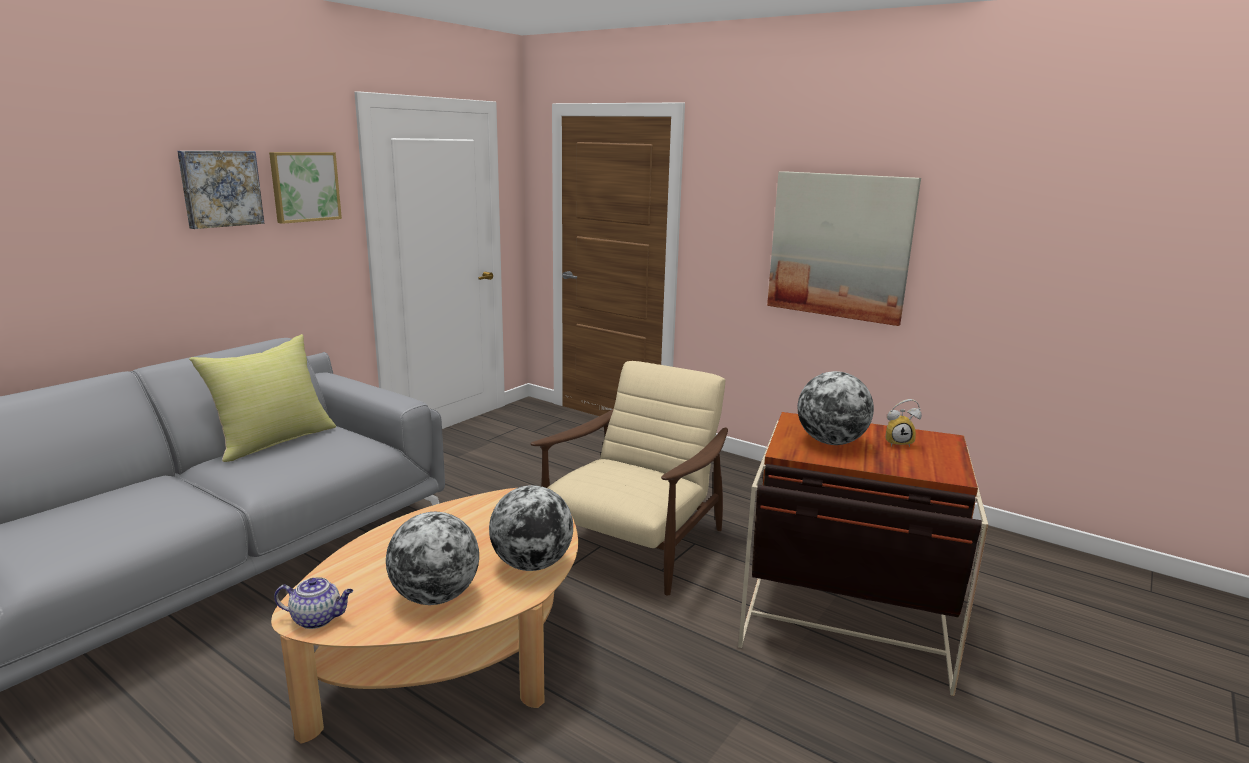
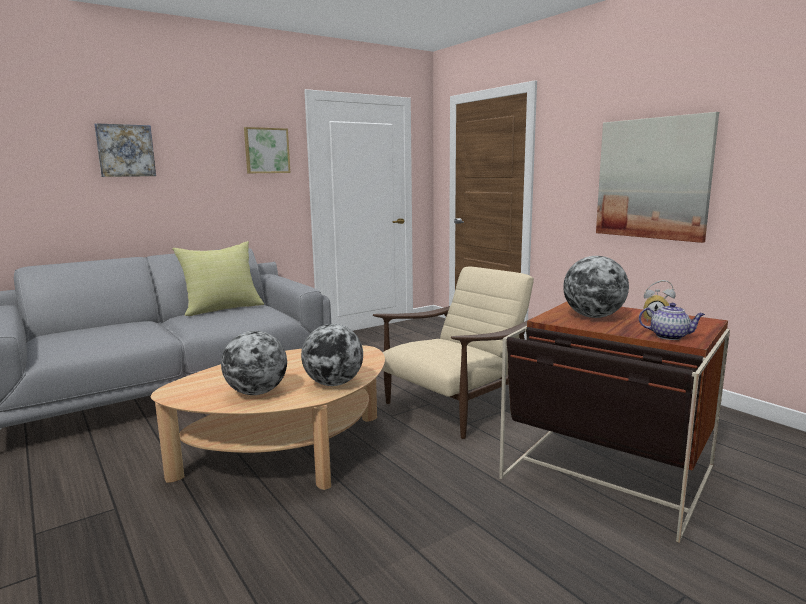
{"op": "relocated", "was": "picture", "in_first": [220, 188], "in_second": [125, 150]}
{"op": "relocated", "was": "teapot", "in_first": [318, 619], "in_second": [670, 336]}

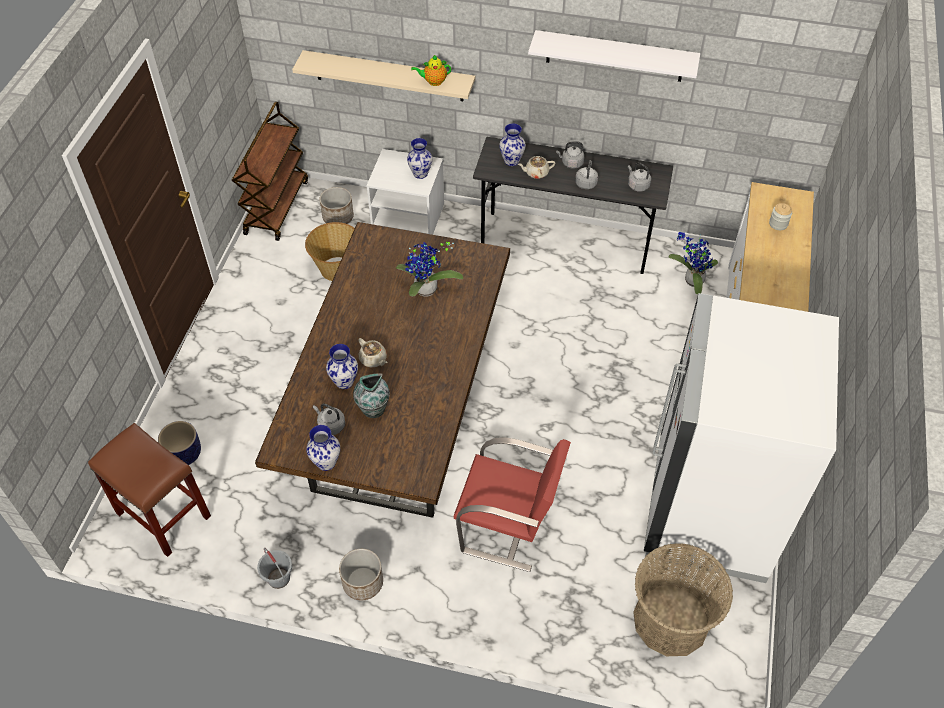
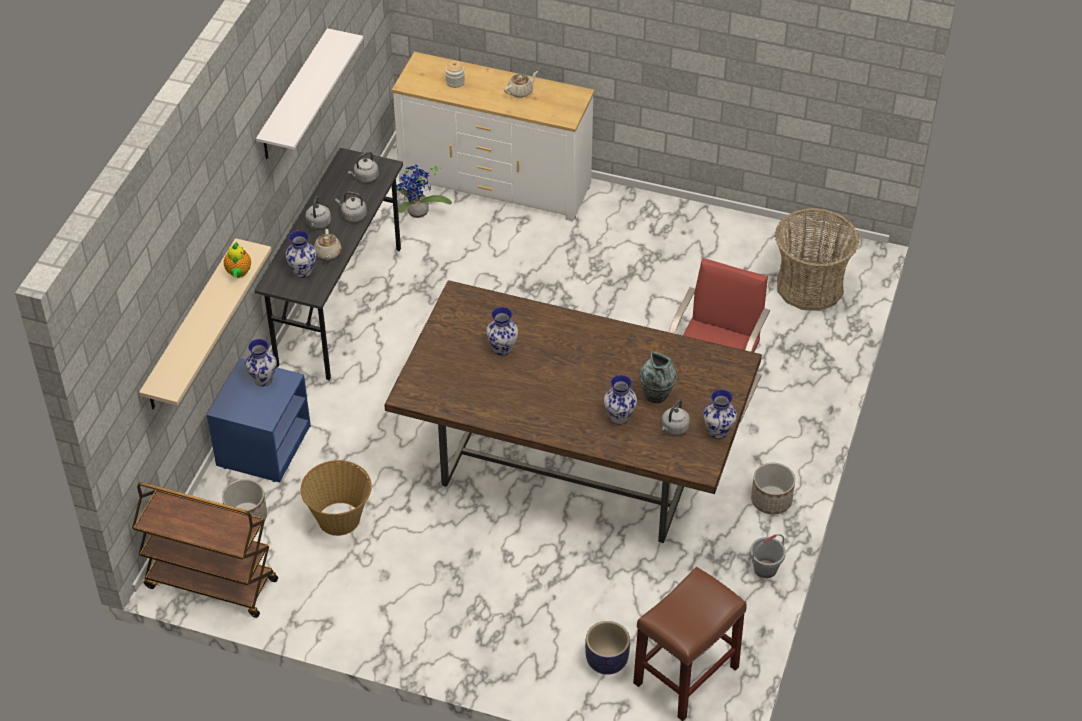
{"op": "relocated", "was": "teapot in beige", "in_first": [373, 359], "in_second": [520, 91]}
{"op": "colour", "was": "nightstand in white", "now": "nightstand in blue", "in_first": [409, 217], "in_second": [263, 445]}
{"op": "exchanged", "was": "potted plant", "now": "vase", "in_first": [426, 291], "in_second": [503, 349]}
{"op": "missing", "was": "fridge in white", "in_first": [709, 509]}

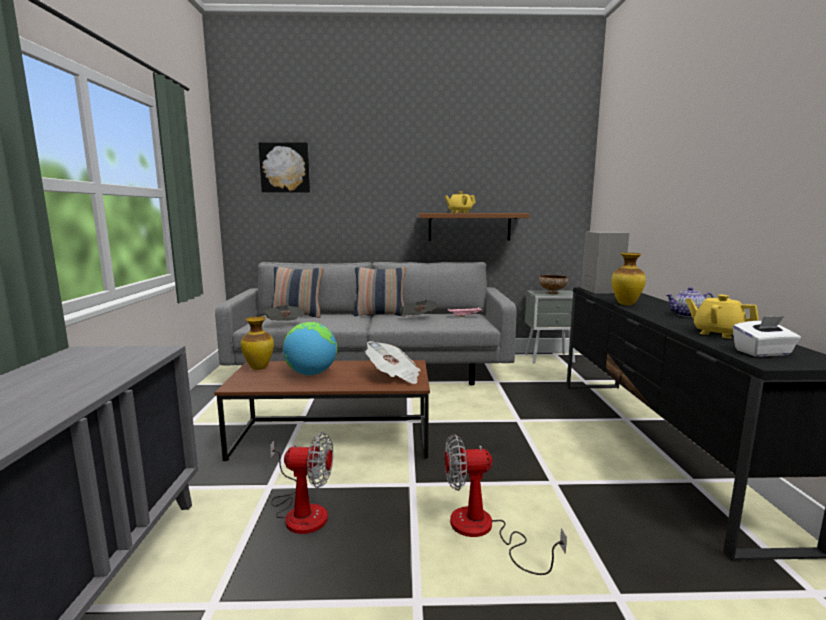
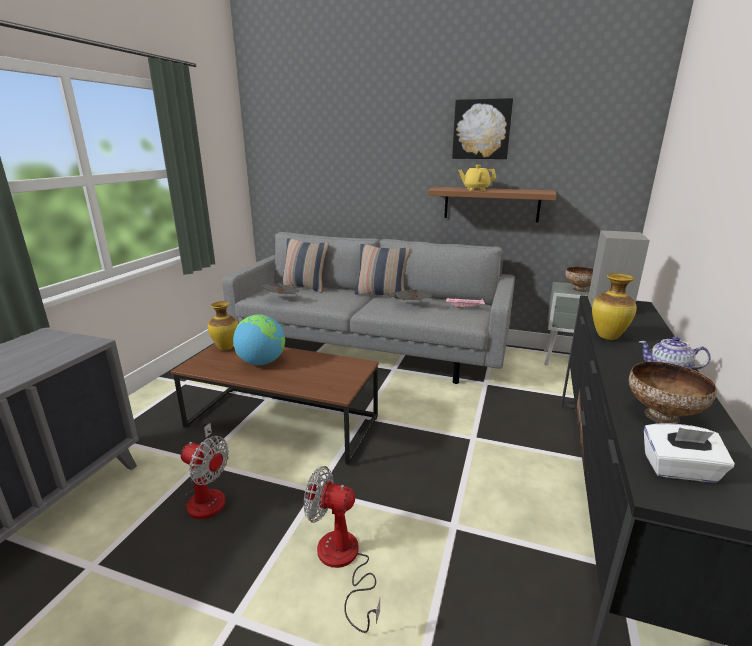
{"op": "relocated", "was": "picture", "in_first": [285, 168], "in_second": [481, 129]}
{"op": "missing", "was": "newspaper", "in_first": [394, 376]}
{"op": "exchanged", "was": "teapot in yellow", "now": "bowl", "in_first": [717, 333], "in_second": [663, 416]}

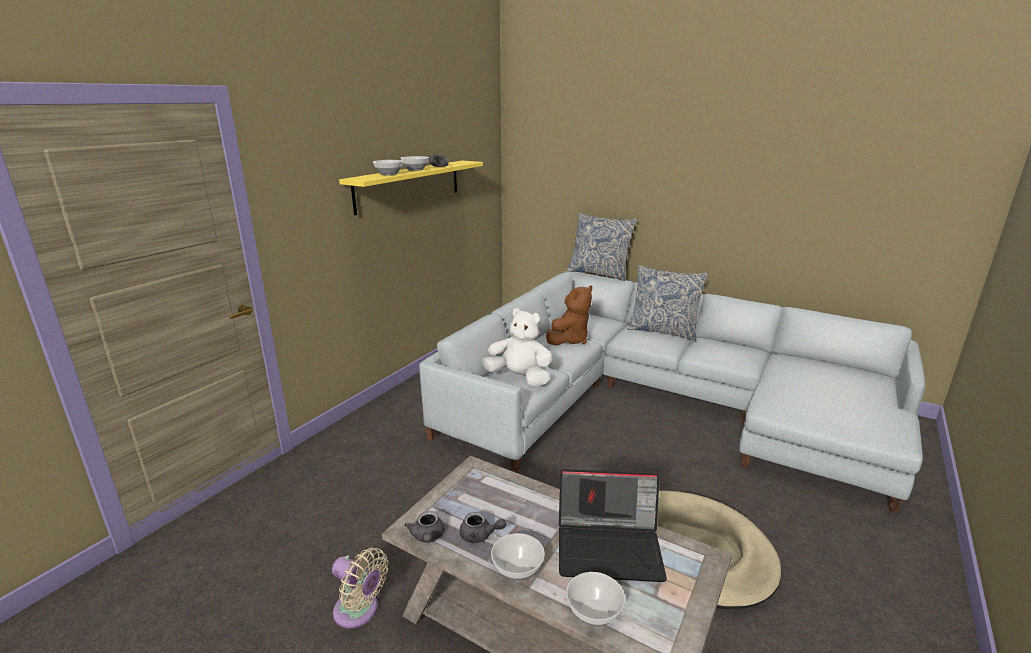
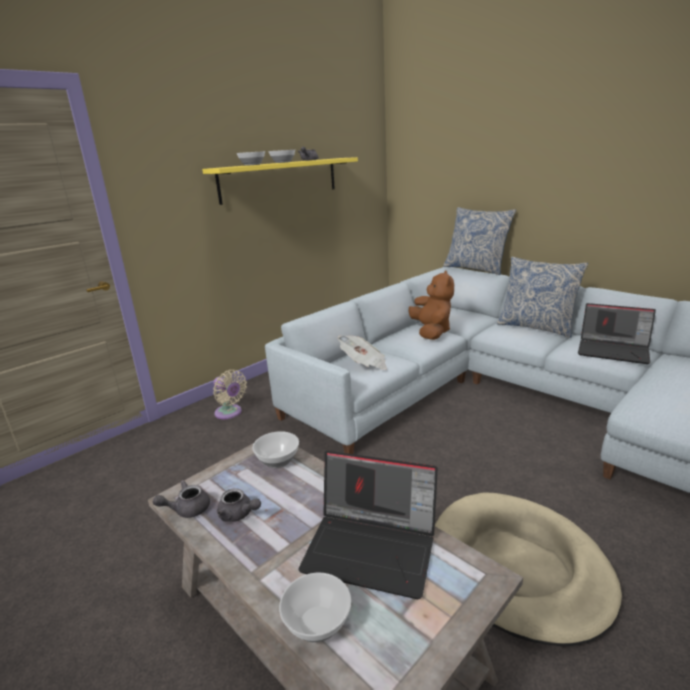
{"op": "relocated", "was": "fan in beige", "in_first": [359, 611], "in_second": [230, 413]}
{"op": "spun", "was": "teapot in grey", "in_first": [427, 537], "in_second": [187, 509], "clockwise": 60}
{"op": "exchanged", "was": "plush toy in white", "now": "newspaper", "in_first": [519, 378], "in_second": [364, 364]}
{"op": "relocated", "was": "bowl", "in_first": [517, 570], "in_second": [277, 460]}
{"op": "spun", "was": "plush toy in brown", "in_first": [569, 340], "in_second": [431, 332], "clockwise": -60}
{"op": "appeared", "now": "laptop", "in_second": [614, 350]}

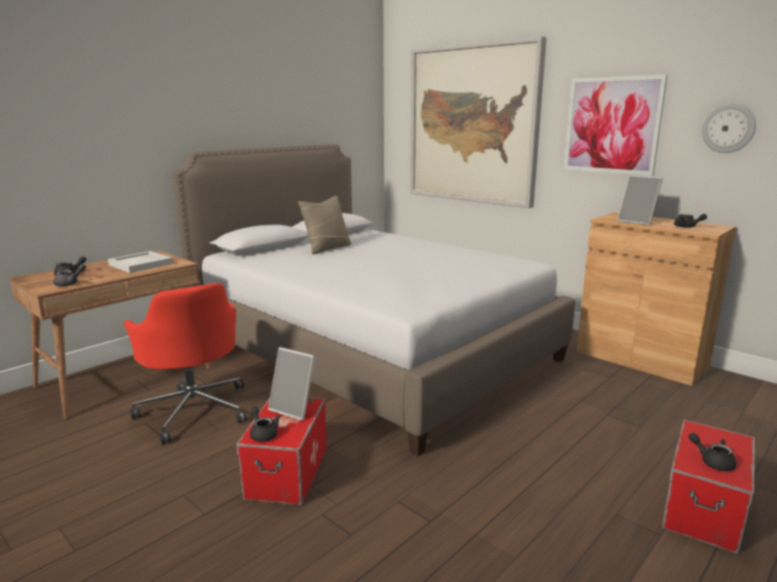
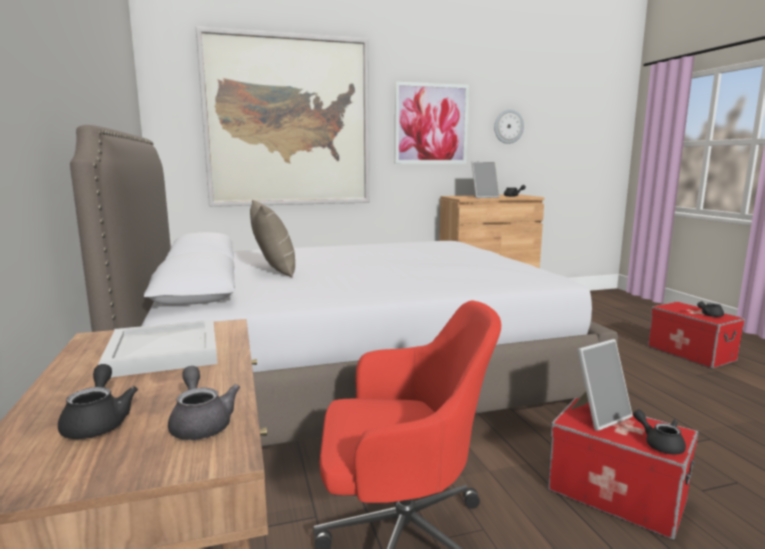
{"op": "spun", "was": "teapot in black", "in_first": [263, 433], "in_second": [659, 444], "clockwise": 60}

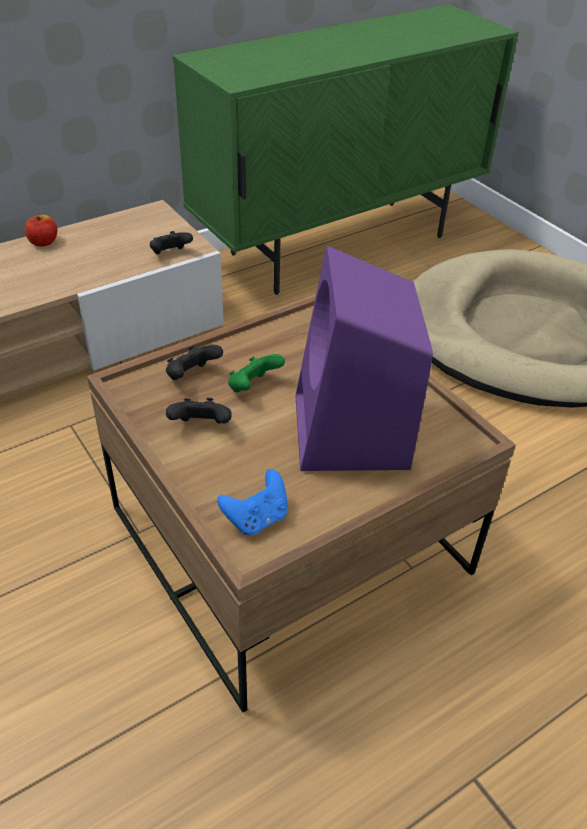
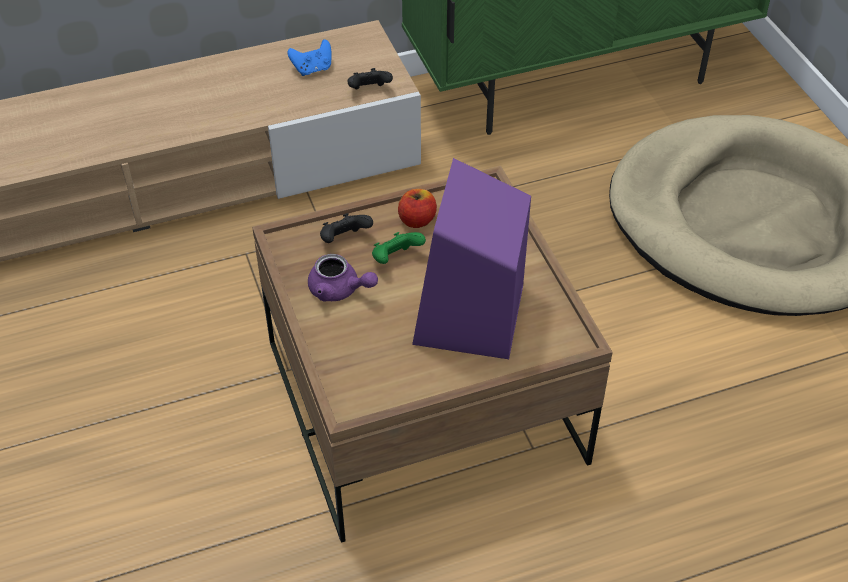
{"op": "relocated", "was": "apple", "in_first": [43, 242], "in_second": [417, 220]}
{"op": "exchanged", "was": "game controller in black", "now": "teapot in purple", "in_first": [201, 427], "in_second": [339, 290]}
{"op": "relocated", "was": "game controller in blue", "in_first": [257, 518], "in_second": [312, 69]}

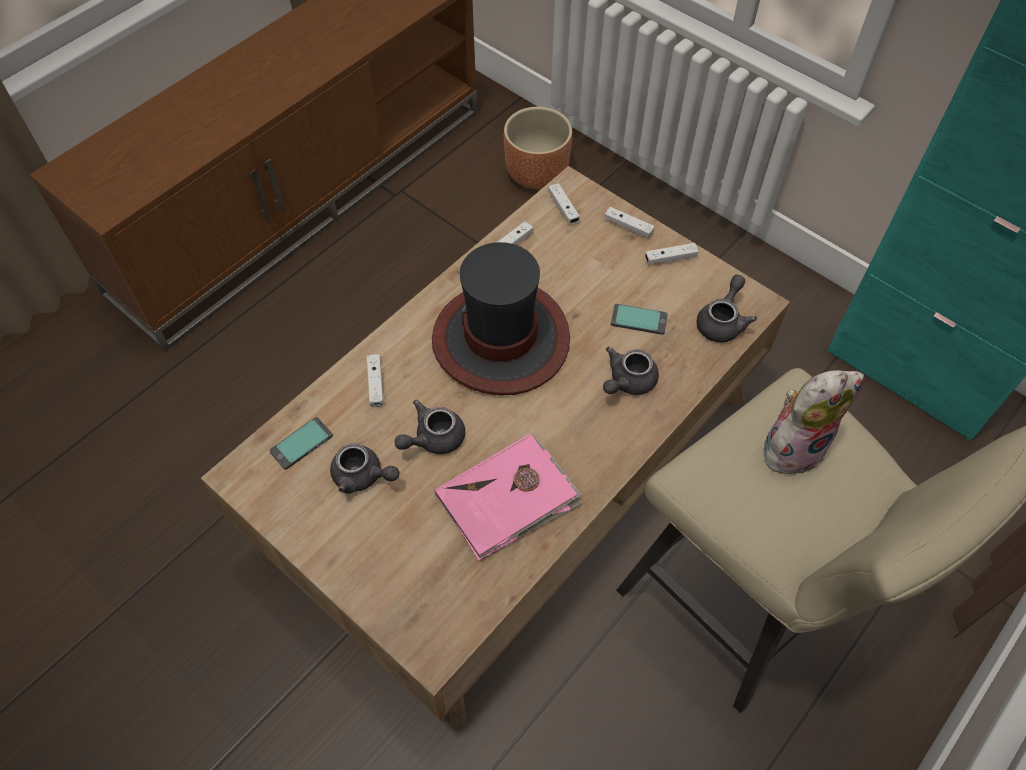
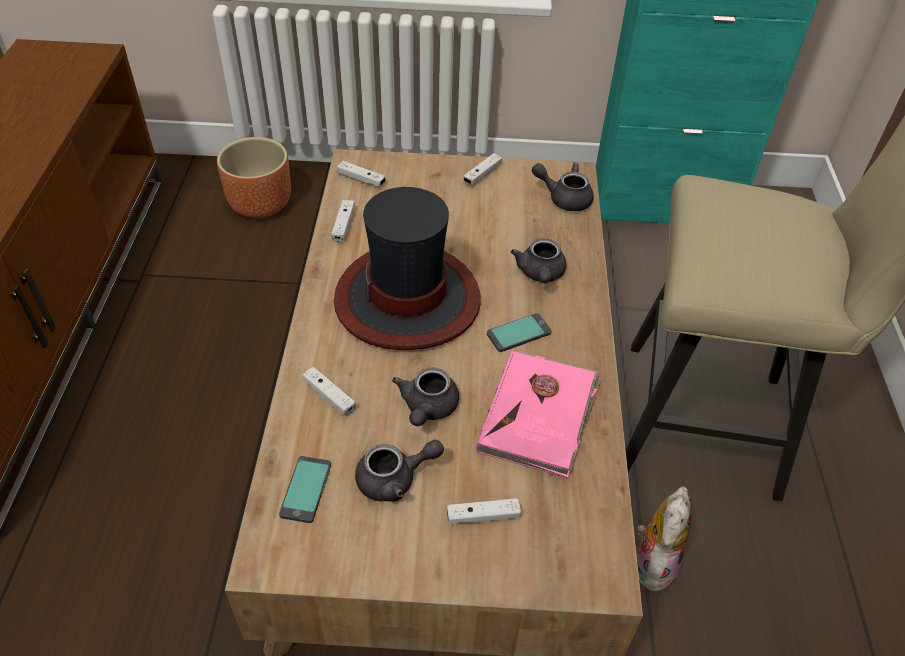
{"op": "relocated", "was": "game controller in white", "in_first": [628, 227], "in_second": [483, 516]}
{"op": "relocated", "was": "phone", "in_first": [639, 320], "in_second": [518, 333]}
{"op": "spun", "was": "teapot in grey", "in_first": [722, 321], "in_second": [564, 198], "clockwise": -60}
{"op": "relocated", "was": "plush toy", "in_first": [793, 446], "in_second": [652, 561]}

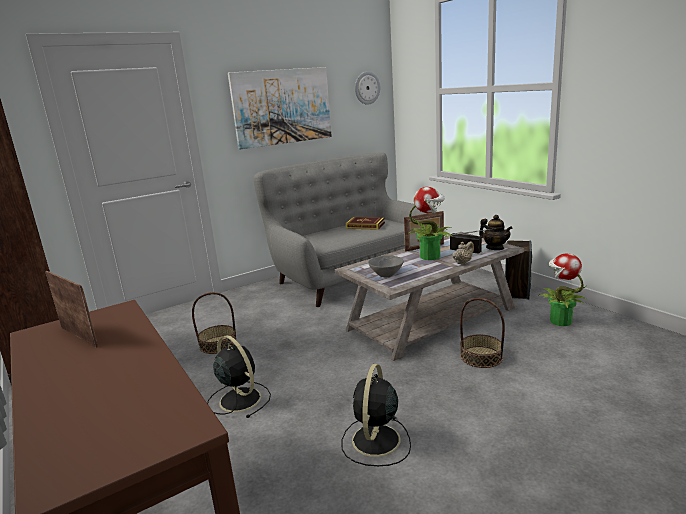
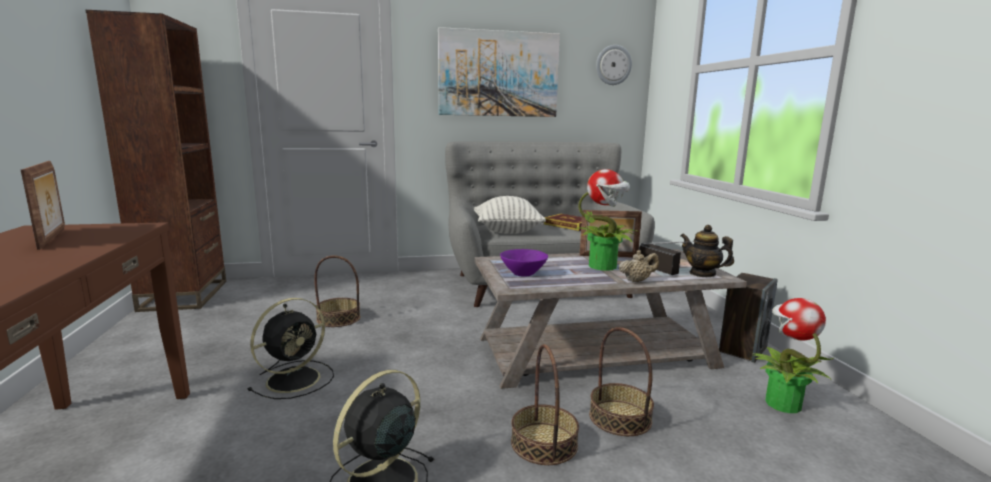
{"op": "spun", "was": "fan in black", "in_first": [239, 399], "in_second": [295, 379], "clockwise": 60}
{"op": "colour", "was": "bowl in grey", "now": "bowl in purple", "in_first": [387, 275], "in_second": [524, 274]}
{"op": "spun", "was": "teapot", "in_first": [495, 248], "in_second": [702, 273], "clockwise": 150}
{"op": "appeared", "now": "pillow", "in_second": [507, 231]}
{"op": "appeared", "now": "basket", "in_second": [544, 443]}

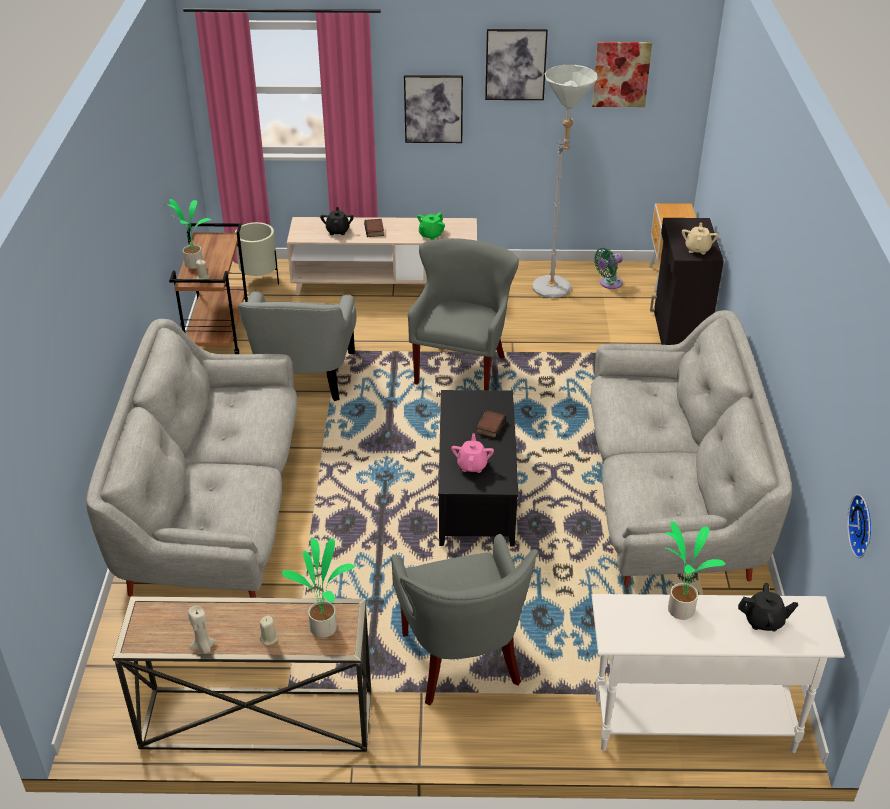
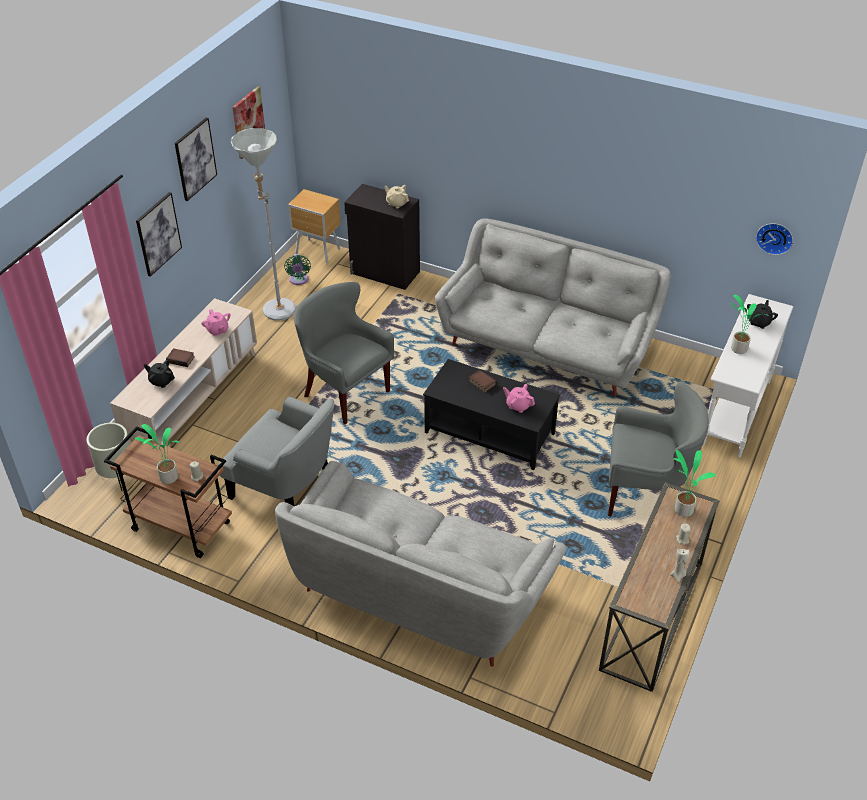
{"op": "colour", "was": "teapot in green", "now": "teapot in pink", "in_first": [431, 235], "in_second": [217, 330]}

